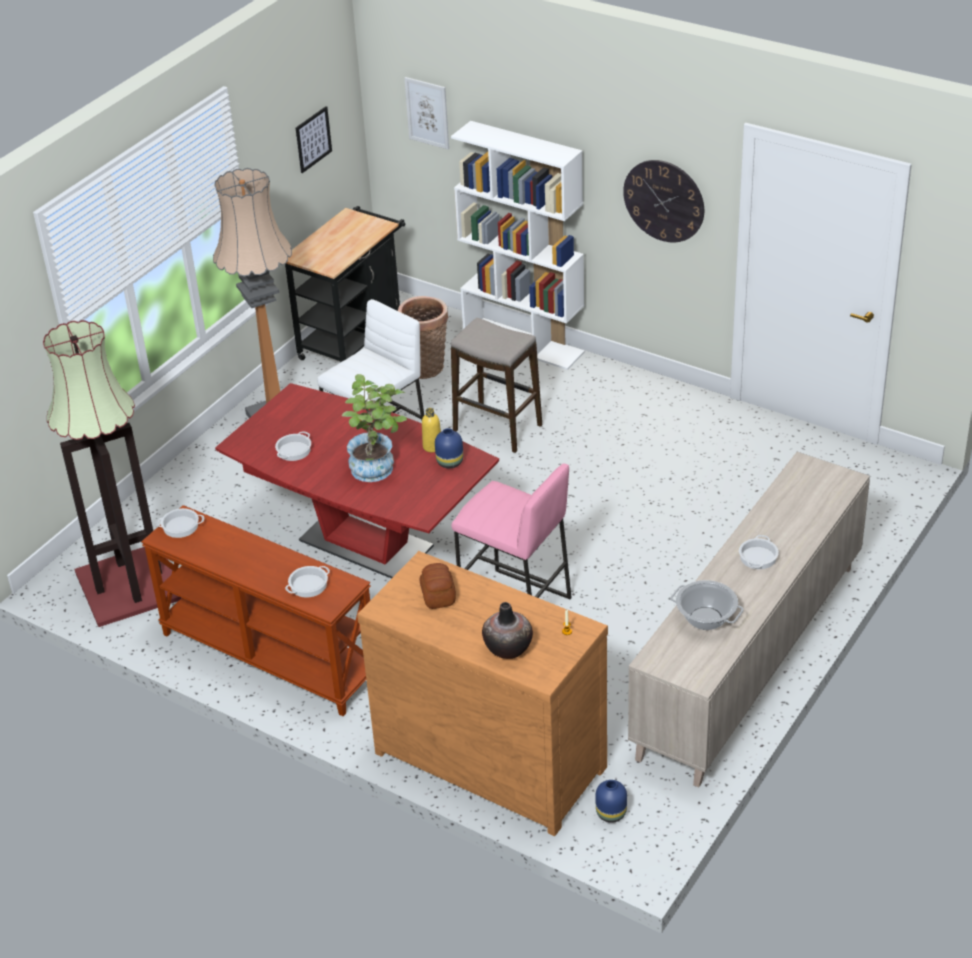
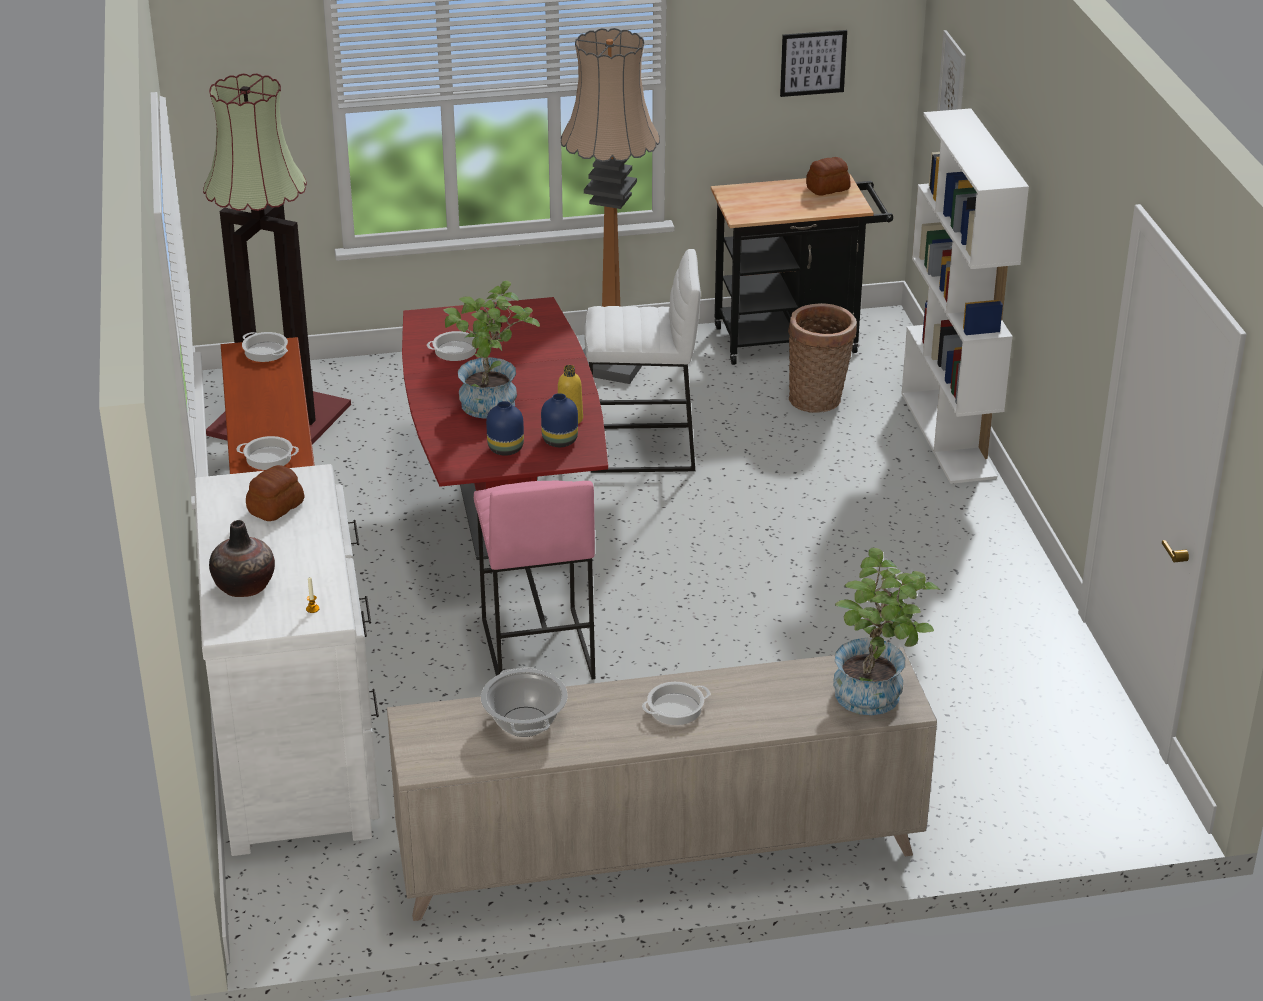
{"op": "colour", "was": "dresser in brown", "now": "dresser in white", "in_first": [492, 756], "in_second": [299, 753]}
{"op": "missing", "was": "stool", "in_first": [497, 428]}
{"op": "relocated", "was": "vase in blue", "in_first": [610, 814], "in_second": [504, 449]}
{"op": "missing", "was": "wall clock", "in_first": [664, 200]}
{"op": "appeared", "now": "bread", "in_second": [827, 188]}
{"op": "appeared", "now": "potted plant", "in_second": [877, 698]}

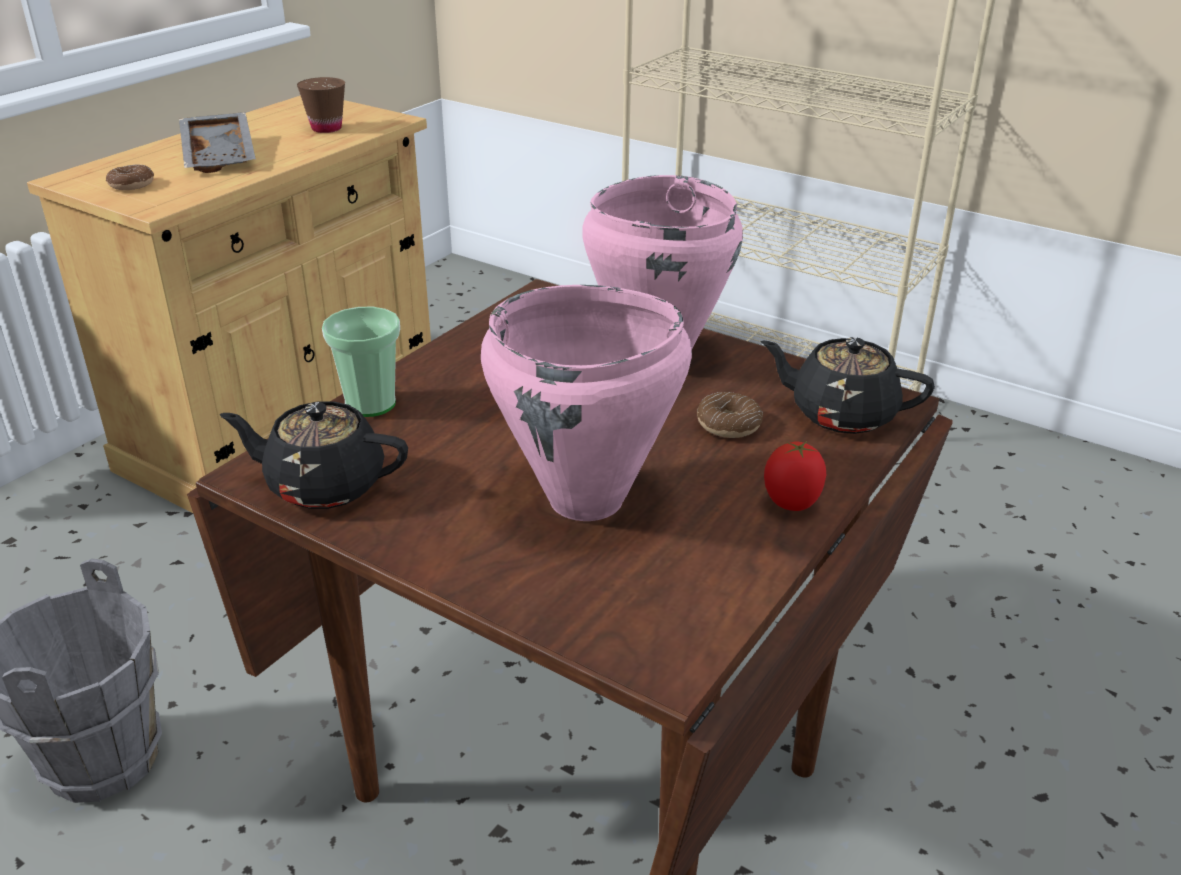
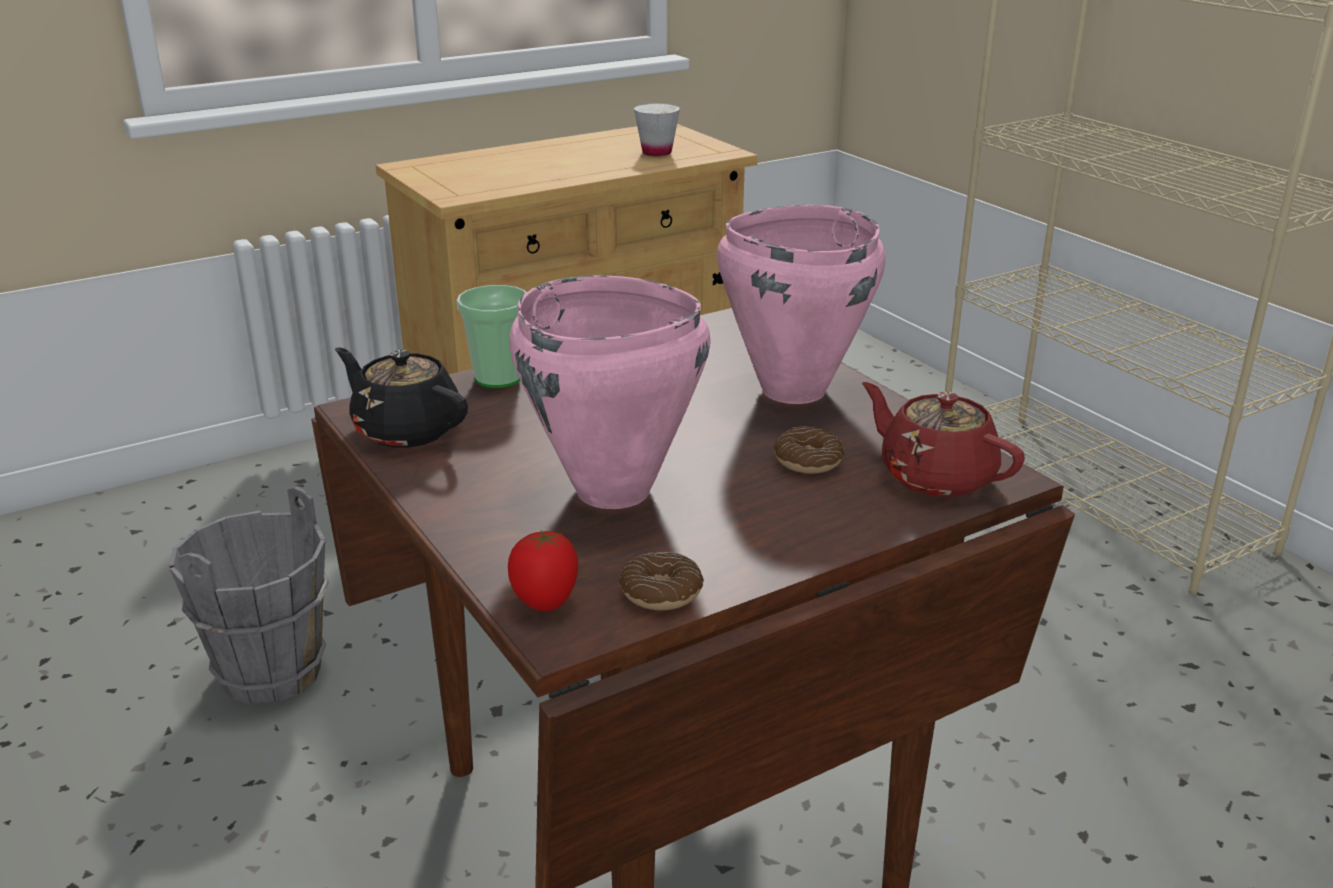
{"op": "relocated", "was": "donut", "in_first": [132, 185], "in_second": [661, 592]}
{"op": "missing", "was": "tray in grey", "in_first": [221, 155]}
{"op": "colour", "was": "cup in brown", "now": "cup in white", "in_first": [326, 128], "in_second": [657, 152]}
{"op": "colour", "was": "teapot in black", "now": "teapot in red", "in_first": [840, 413], "in_second": [935, 476]}
{"op": "relocated", "was": "tomato", "in_first": [792, 504], "in_second": [545, 603]}

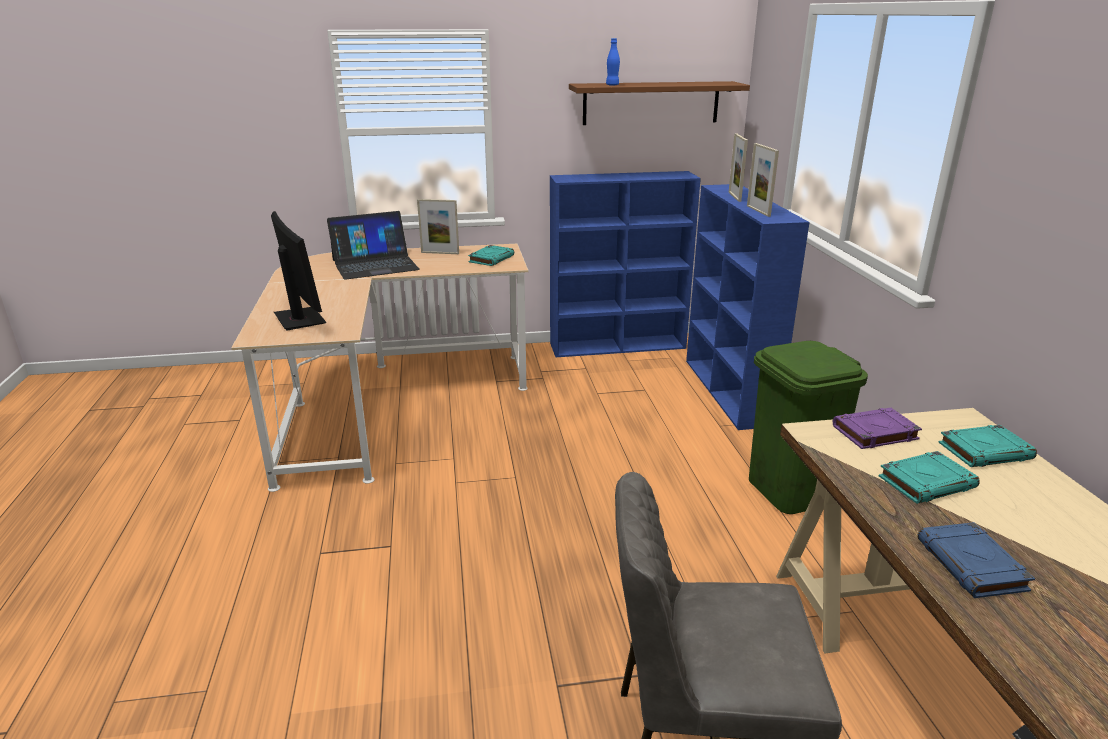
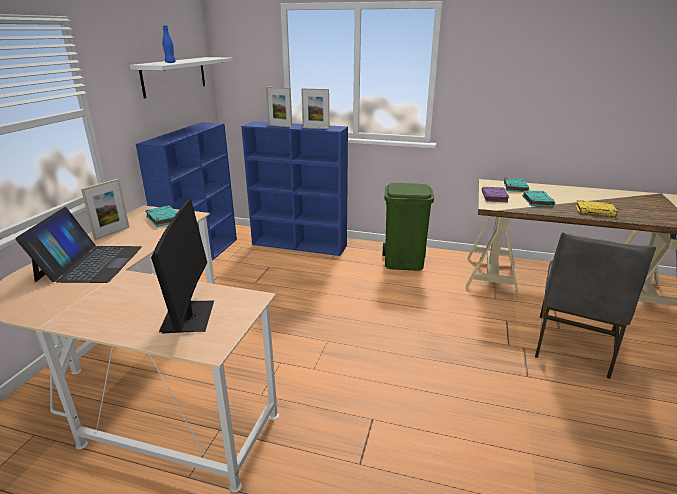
{"op": "spun", "was": "monitor", "in_first": [300, 319], "in_second": [188, 317], "clockwise": 90}
{"op": "colour", "was": "shelf in brown", "now": "shelf in white", "in_first": [651, 103], "in_second": [174, 76]}
{"op": "colour", "was": "book in blue", "now": "book in yellow", "in_first": [972, 566], "in_second": [595, 211]}

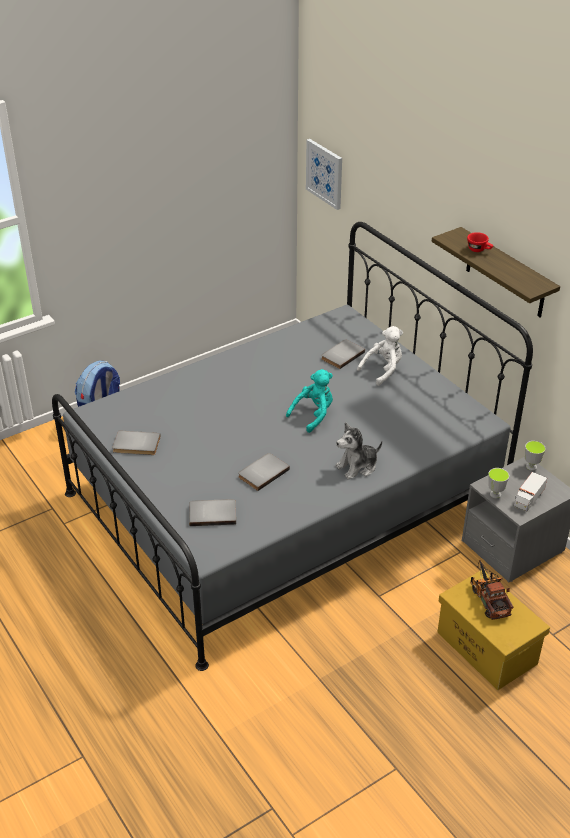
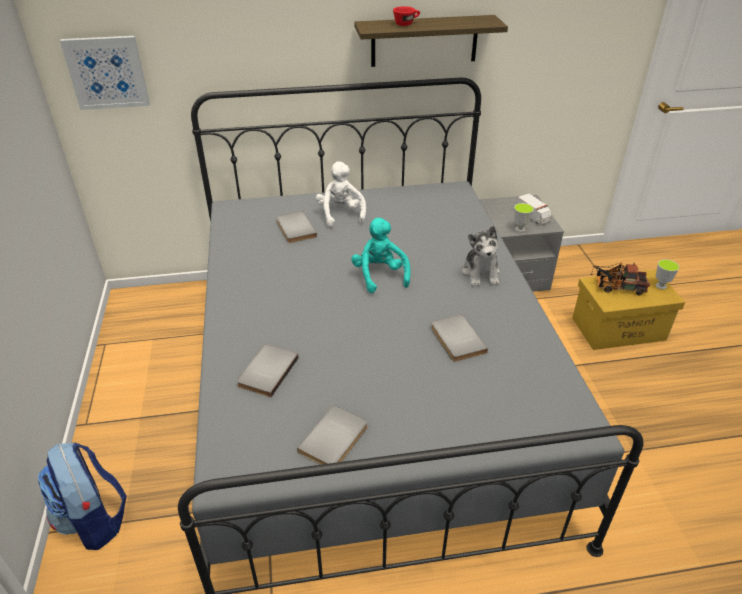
{"op": "relocated", "was": "book in grey", "in_first": [212, 513], "in_second": [266, 371]}
{"op": "relocated", "was": "cup", "in_first": [531, 467], "in_second": [661, 286]}

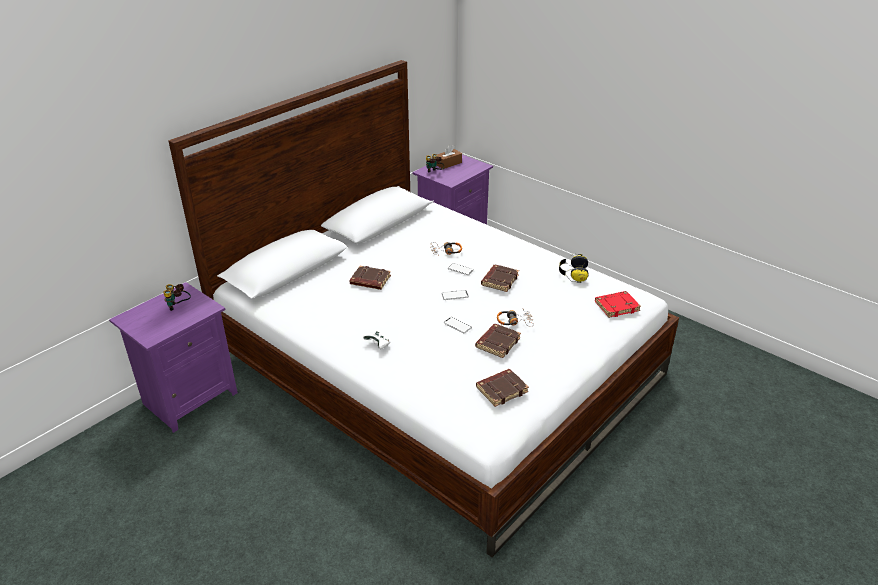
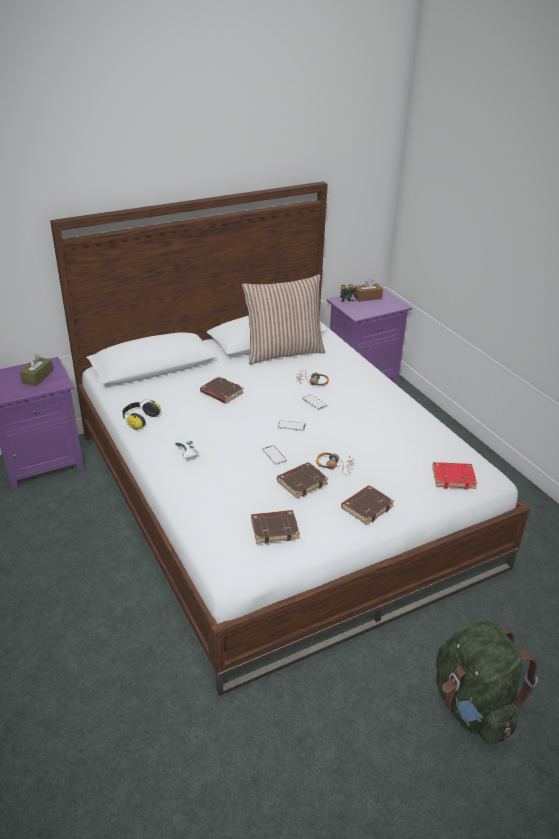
{"op": "exchanged", "was": "binoculars", "now": "tissue box in brown", "in_first": [179, 307], "in_second": [37, 377]}
{"op": "relocated", "was": "book in brown", "in_first": [499, 280], "in_second": [367, 507]}
{"op": "relocated", "was": "headphones", "in_first": [572, 274], "in_second": [139, 420]}
{"op": "appeared", "now": "pillow", "in_second": [283, 352]}
{"op": "appeared", "now": "backpack in green", "in_second": [473, 706]}

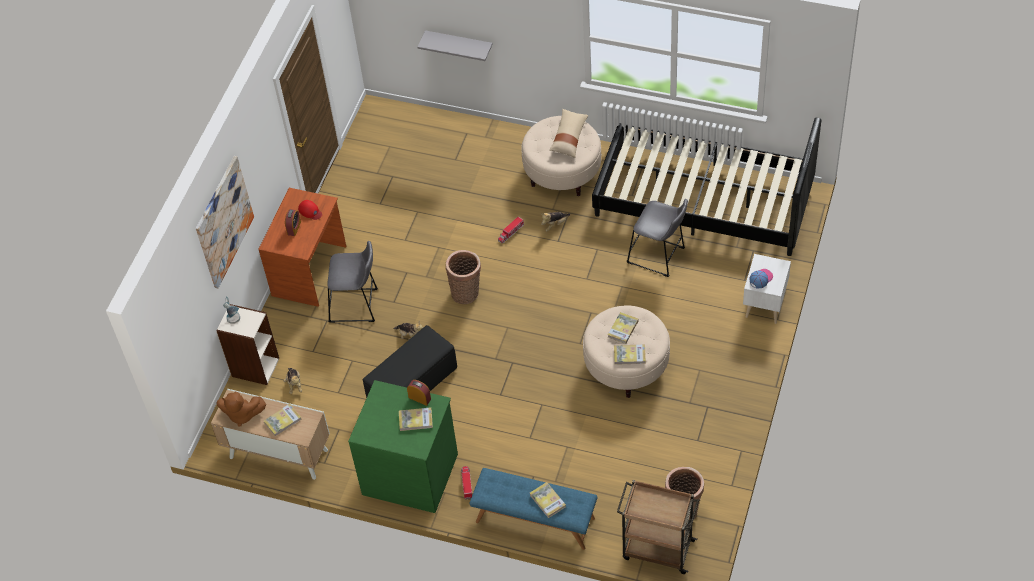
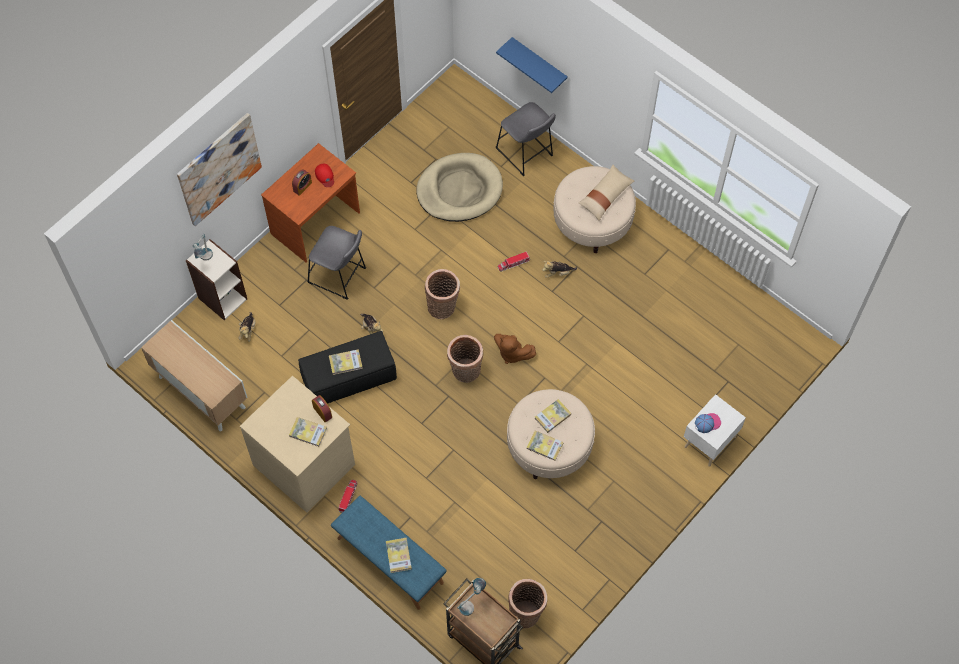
{"op": "relocated", "was": "plush toy in brown", "in_first": [242, 414], "in_second": [512, 353]}
{"op": "relocated", "was": "book", "in_first": [282, 421], "in_second": [345, 362]}
{"op": "colour", "was": "dresser in green", "now": "dresser in beige", "in_first": [410, 473], "in_second": [305, 463]}
{"op": "colour", "was": "shelf in grey", "now": "shelf in blue", "in_first": [459, 44], "in_second": [539, 63]}
{"op": "missing", "was": "bed in black", "in_first": [703, 201]}
{"op": "relocated", "was": "stool in grey", "in_first": [658, 257], "in_second": [526, 154]}
{"op": "appeared", "now": "dog bed in beige", "in_second": [459, 190]}
{"op": "appeared", "now": "basket", "in_second": [465, 372]}
{"op": "appeared", "now": "table lamp", "in_second": [471, 603]}

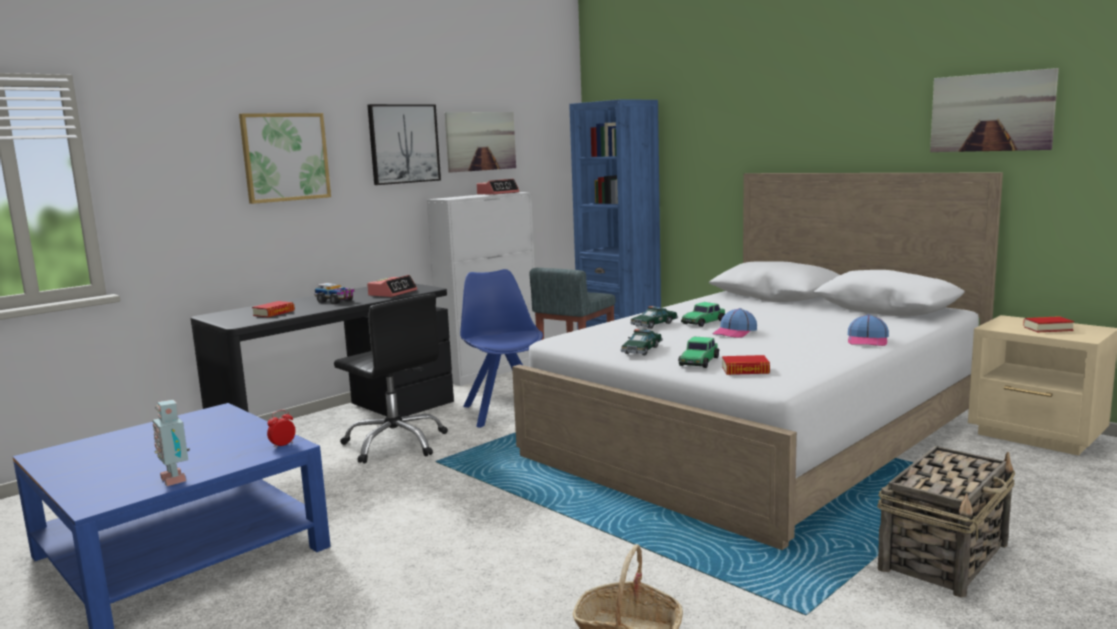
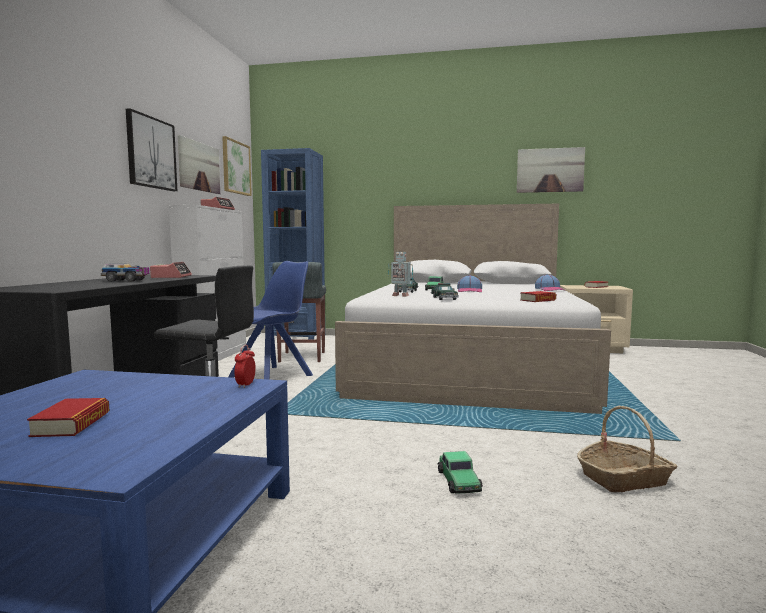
{"op": "relocated", "was": "toy robot", "in_first": [176, 479], "in_second": [400, 296]}
{"op": "relocated", "was": "picture", "in_first": [285, 157], "in_second": [236, 167]}
{"op": "relocated", "was": "book", "in_first": [274, 313], "in_second": [71, 424]}
{"op": "spun", "was": "chair in blue", "in_first": [505, 411], "in_second": [273, 376], "clockwise": 90}
{"op": "relocated", "was": "toy car", "in_first": [699, 361], "in_second": [458, 481]}
{"op": "missing", "was": "basket", "in_first": [944, 556]}

